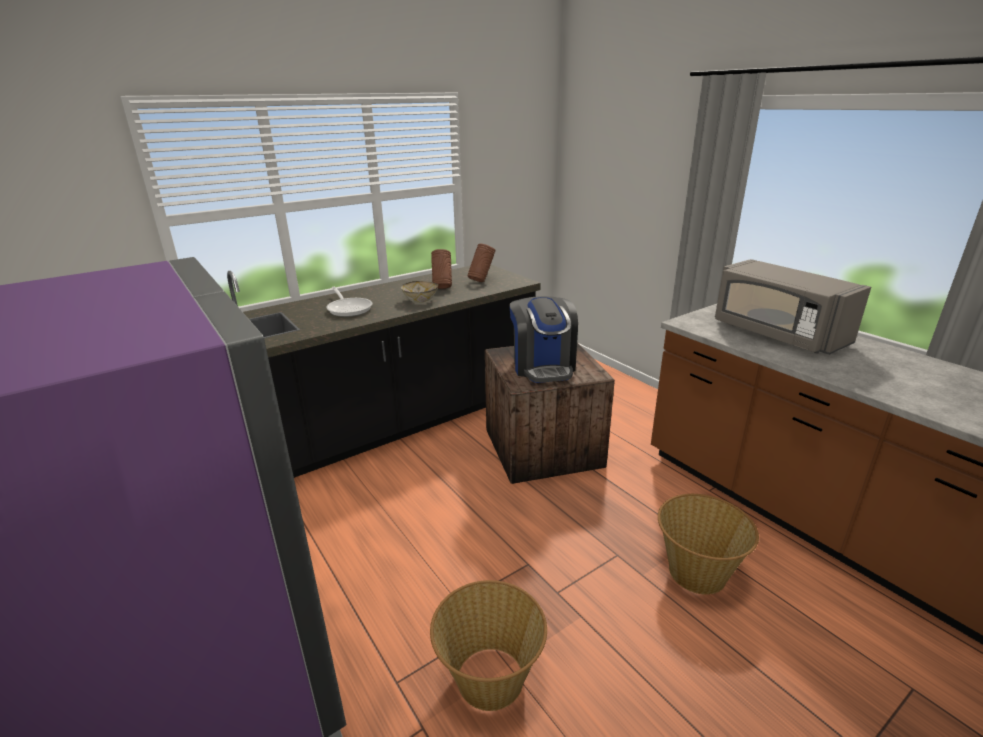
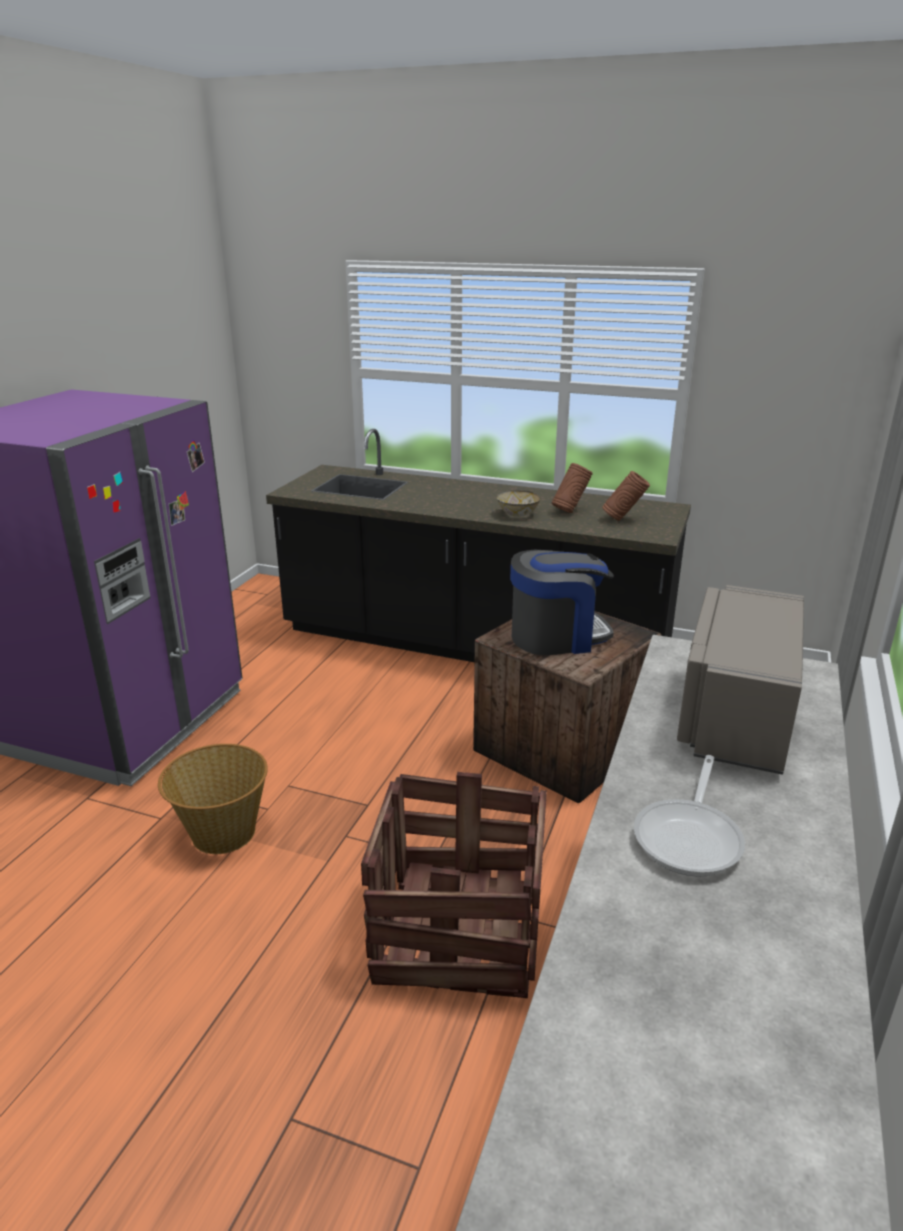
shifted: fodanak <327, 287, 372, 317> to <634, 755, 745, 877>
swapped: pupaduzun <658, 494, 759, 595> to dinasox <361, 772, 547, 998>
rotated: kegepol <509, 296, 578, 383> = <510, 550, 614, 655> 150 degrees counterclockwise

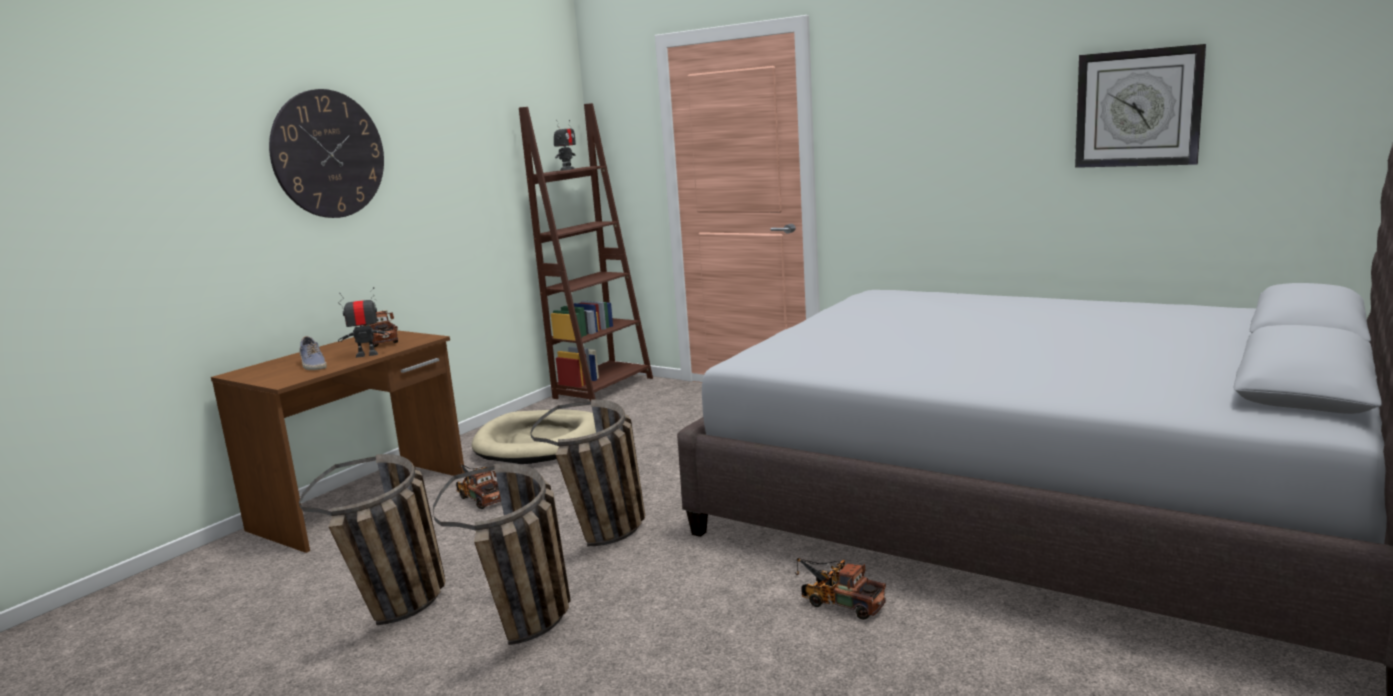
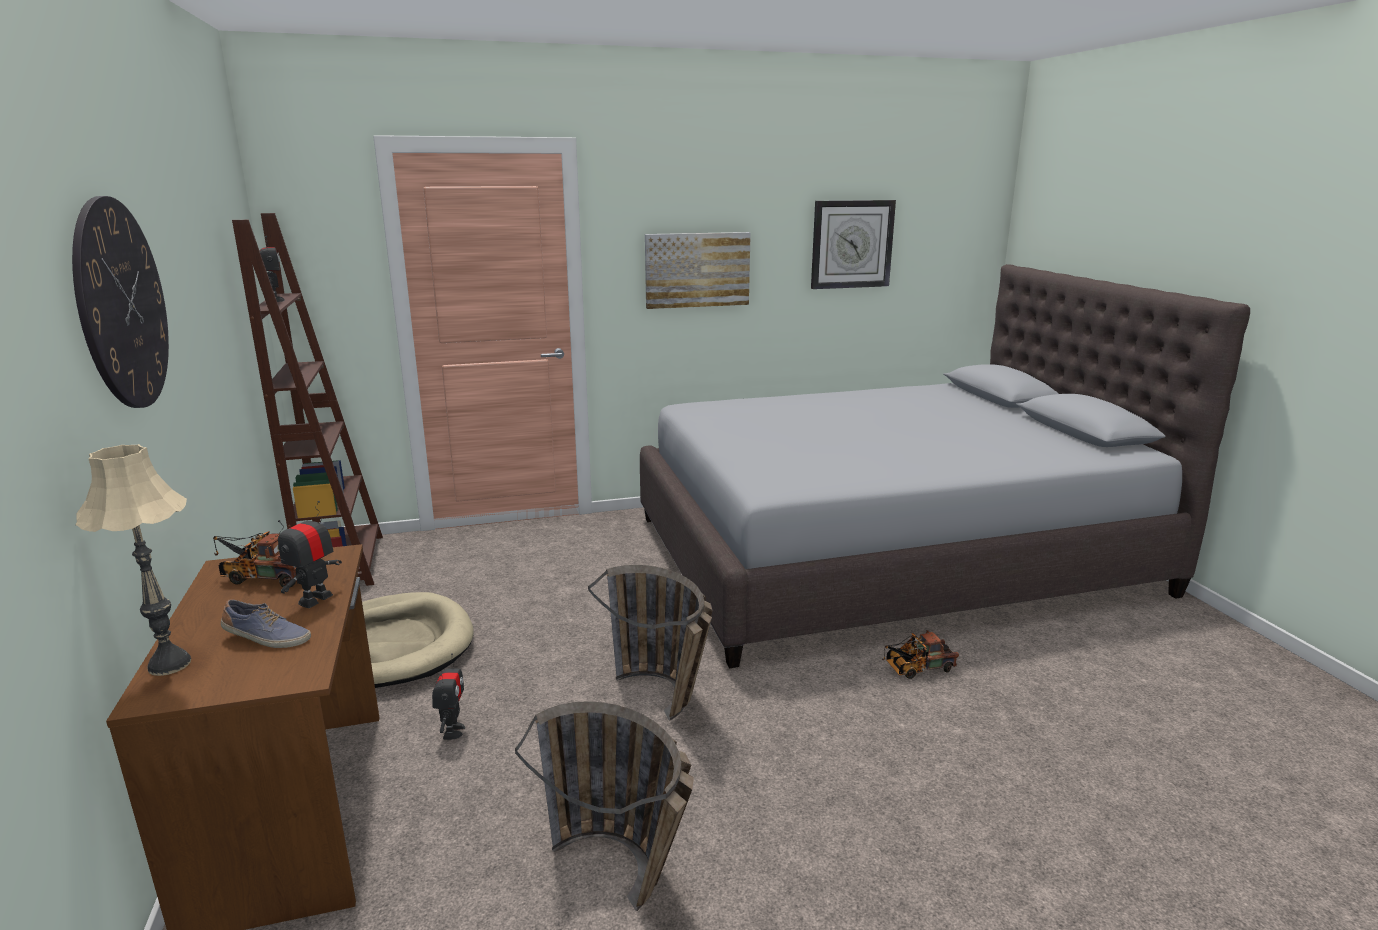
gone: pupaduzun <433, 463, 571, 645>
new: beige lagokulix <75, 444, 191, 676>; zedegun <645, 232, 751, 309>
swapped: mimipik <456, 463, 501, 509> to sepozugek <432, 653, 465, 740>

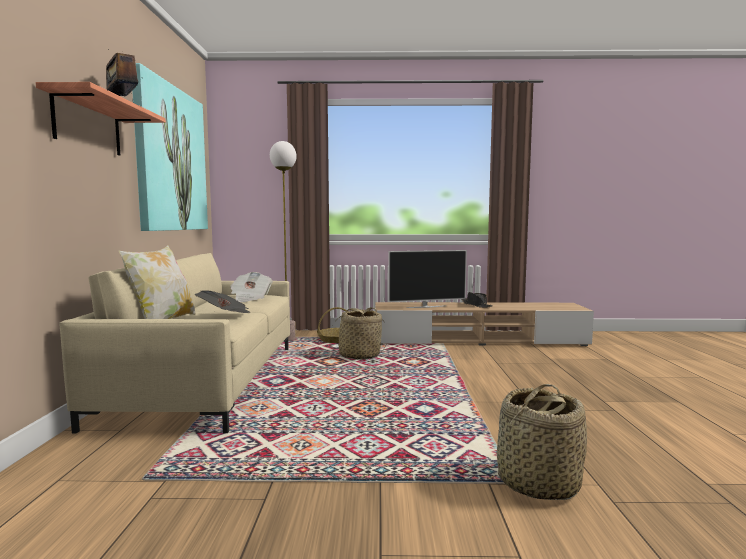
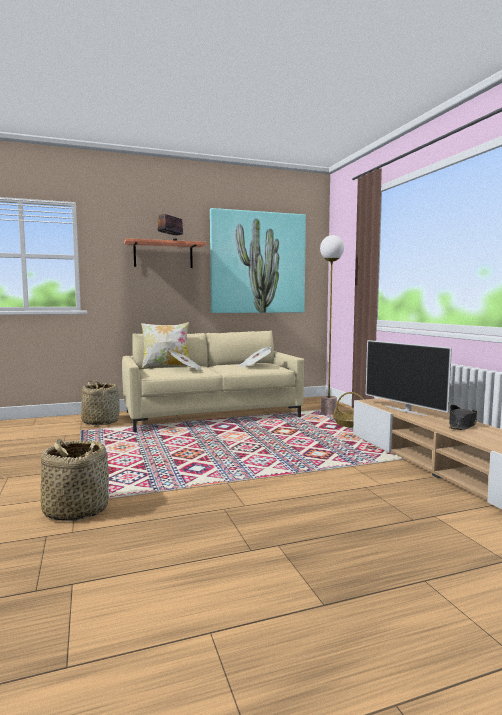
shifted: pupaduzun <329, 307, 385, 360> to <81, 380, 120, 425>

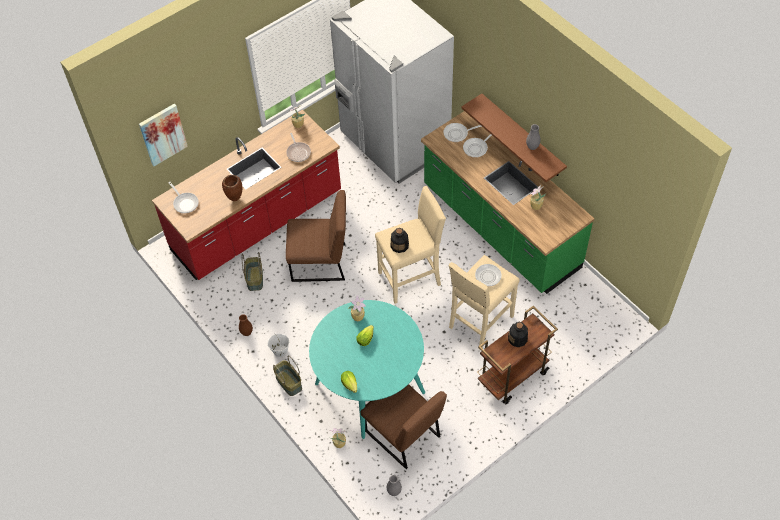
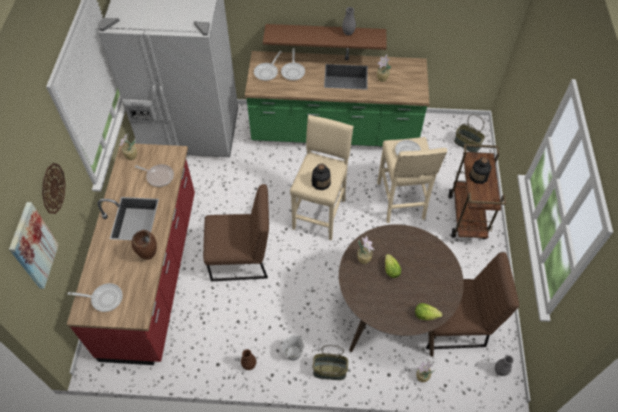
new: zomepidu <42, 163, 66, 214>
shifted: pupaduzun <242, 252, 263, 291> to <454, 114, 485, 152>
repainted: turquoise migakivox <309, 300, 425, 439> to brown migakivox <339, 224, 464, 357>
rotated: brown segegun <286, 190, 346, 282> = <203, 184, 269, 281> 45 degrees clockwise

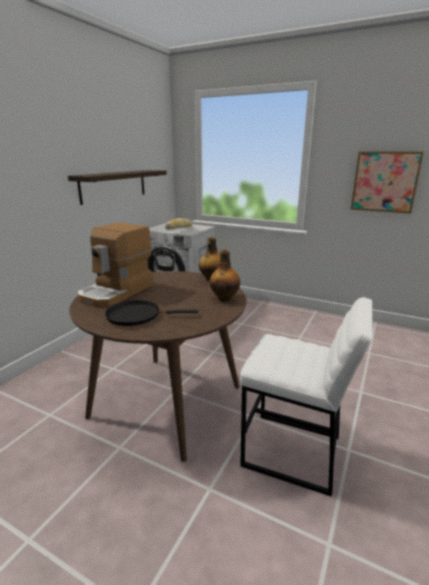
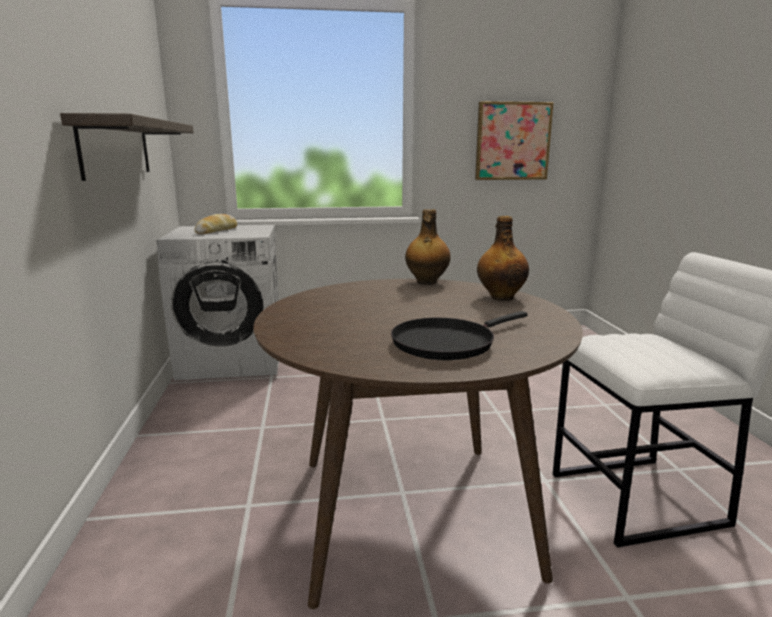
gone: kegepol <77, 223, 153, 308>

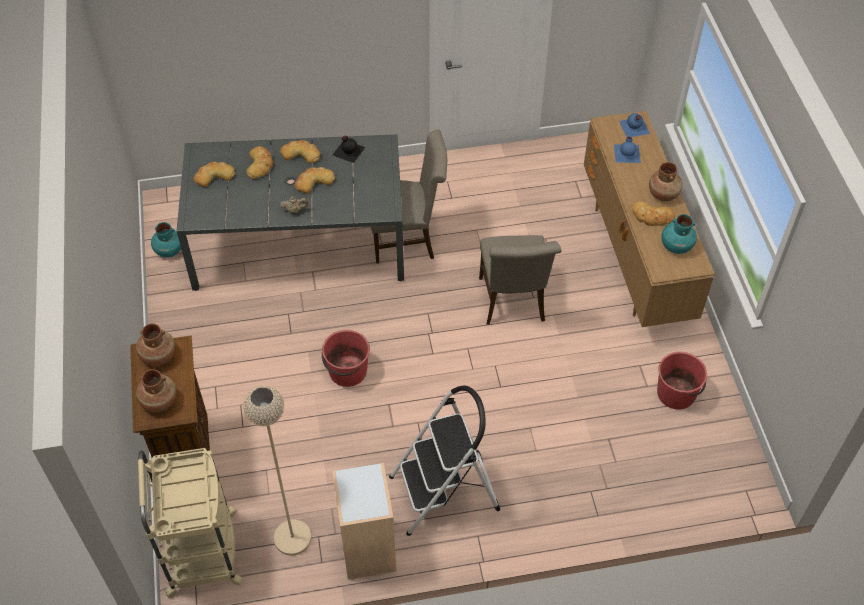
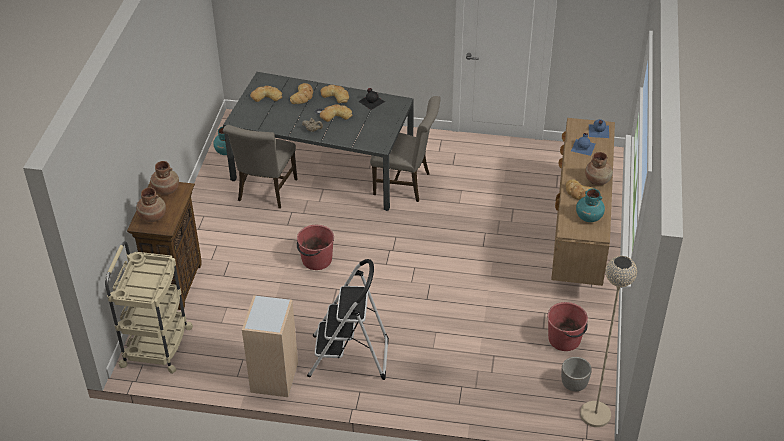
new: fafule <561, 357, 592, 391>
shifted: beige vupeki <243, 386, 311, 556> to <580, 256, 637, 427>; beige segegun <479, 235, 561, 325> to <223, 125, 297, 209>

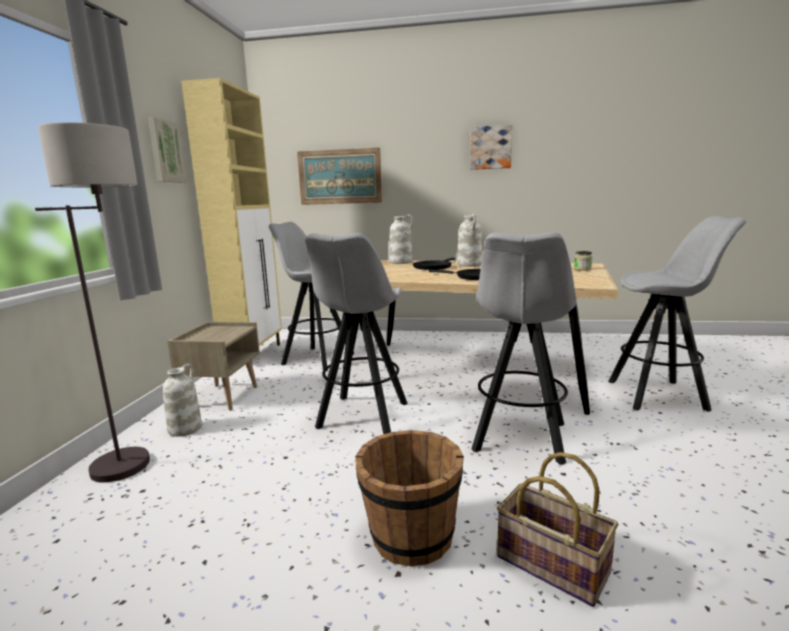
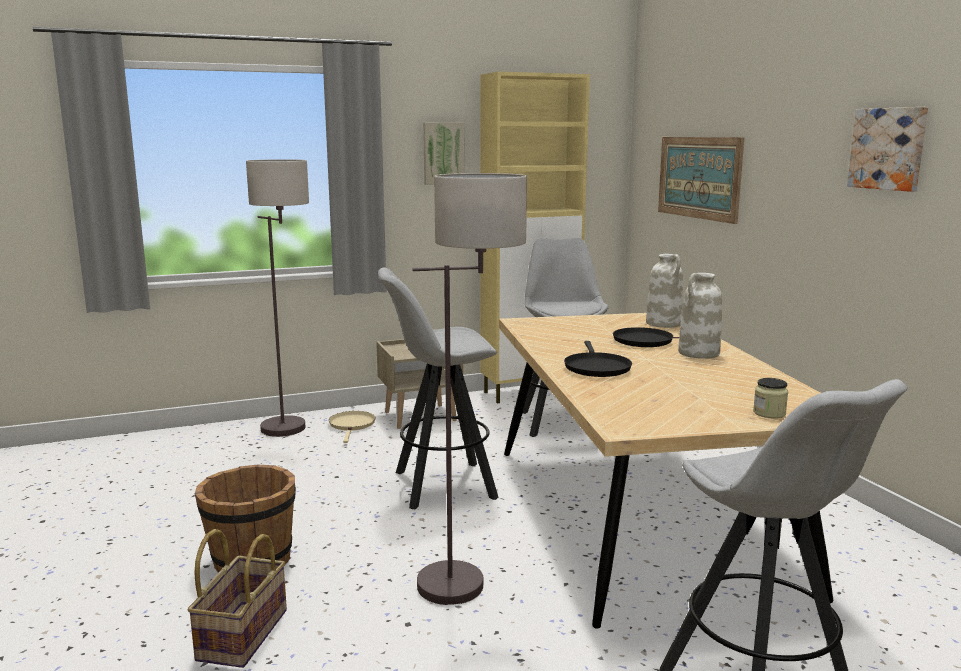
swapped: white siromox <163, 364, 202, 437> to beige fodanak <329, 411, 376, 443>; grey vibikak <472, 232, 577, 465> to grey vupeki <412, 173, 527, 605>

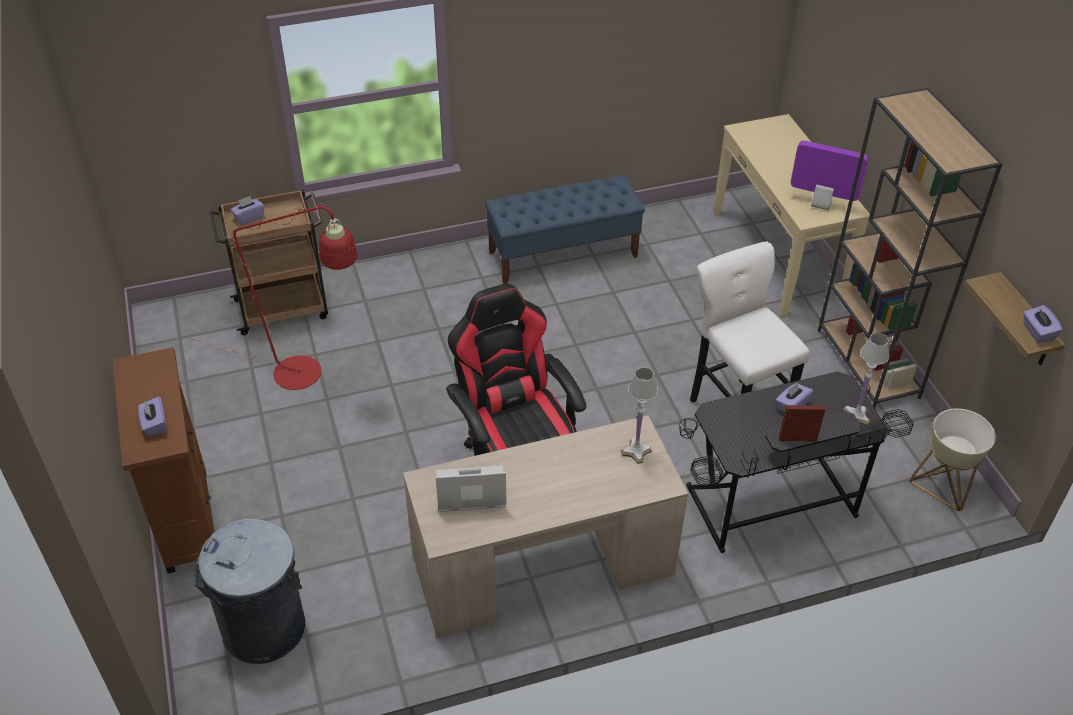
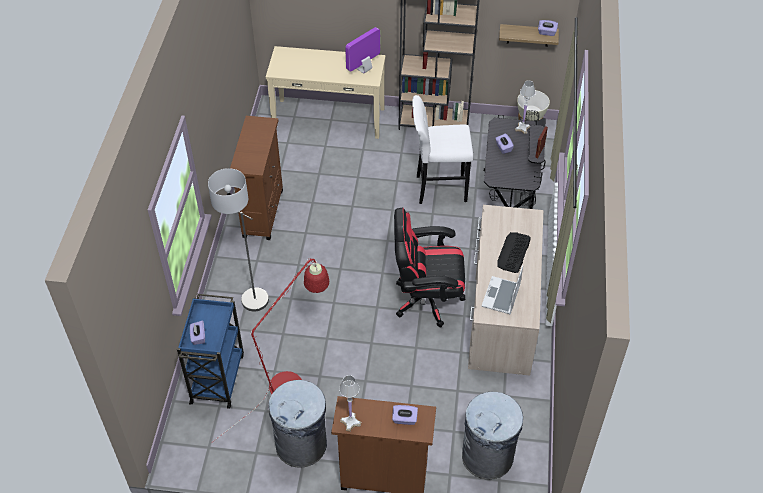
new: grey vupeki <208, 168, 269, 311>; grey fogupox <269, 380, 327, 467>; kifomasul <497, 232, 531, 273>
shifted: white lagokulix <621, 367, 658, 464> to <339, 375, 361, 432>
swapped: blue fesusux <485, 175, 645, 284> to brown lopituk <230, 116, 283, 240>
repainted: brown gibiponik <210, 189, 328, 335> to blue gibiponik <177, 294, 244, 409>

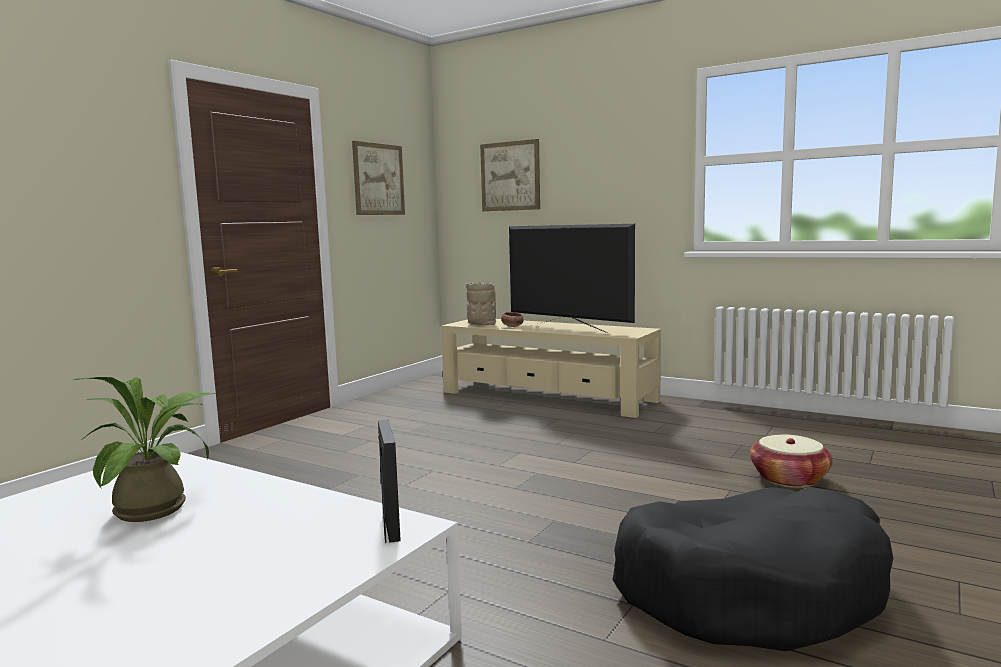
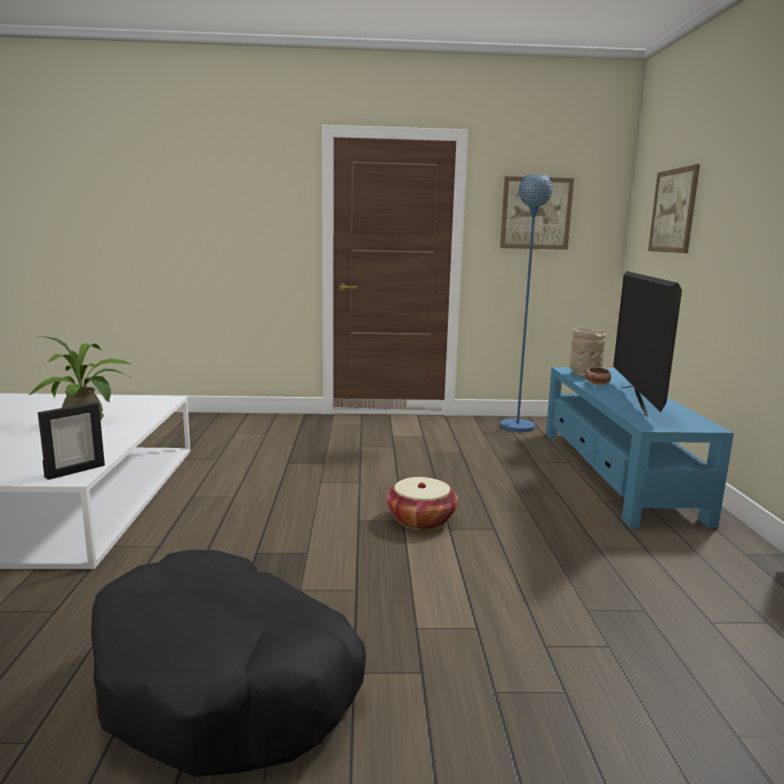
new: blue vupeki <501, 174, 553, 432>
shifted: pupaduzun <750, 435, 833, 488> to <386, 477, 458, 530>
repainted: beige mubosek <441, 319, 661, 418> to blue mubosek <546, 367, 734, 528>

